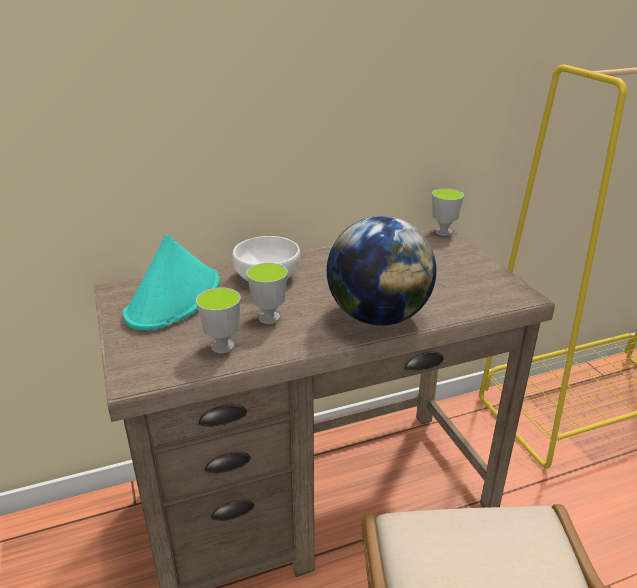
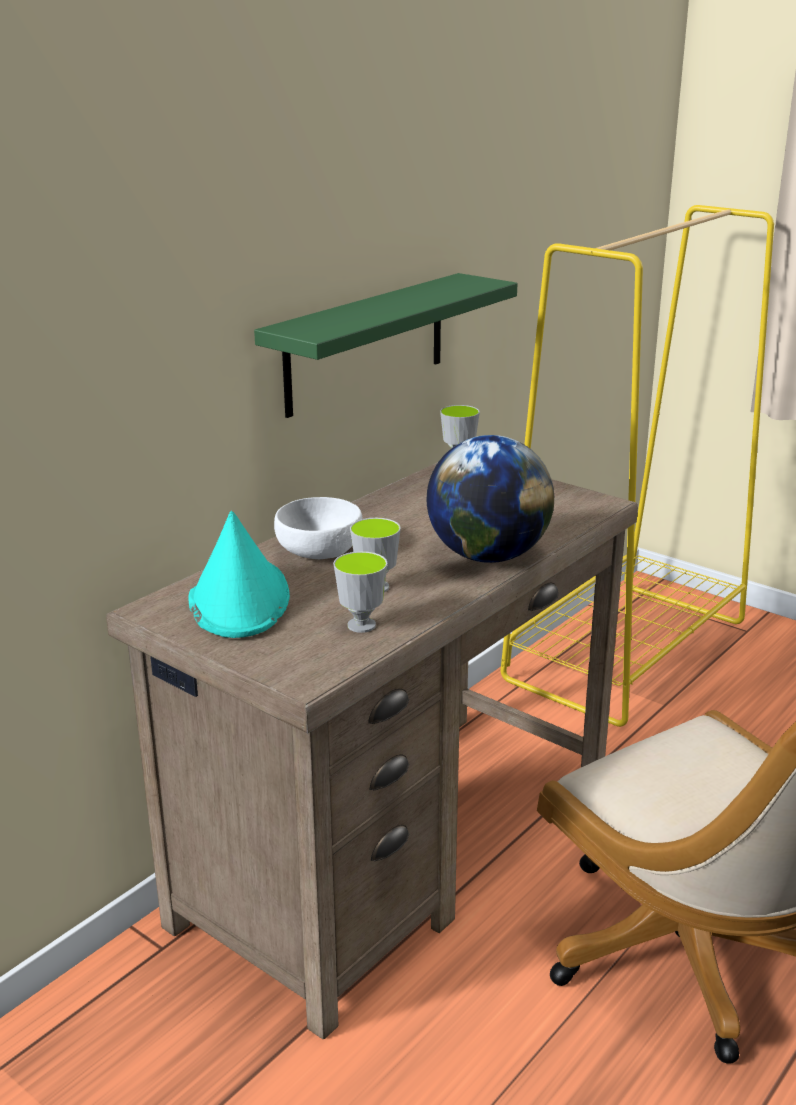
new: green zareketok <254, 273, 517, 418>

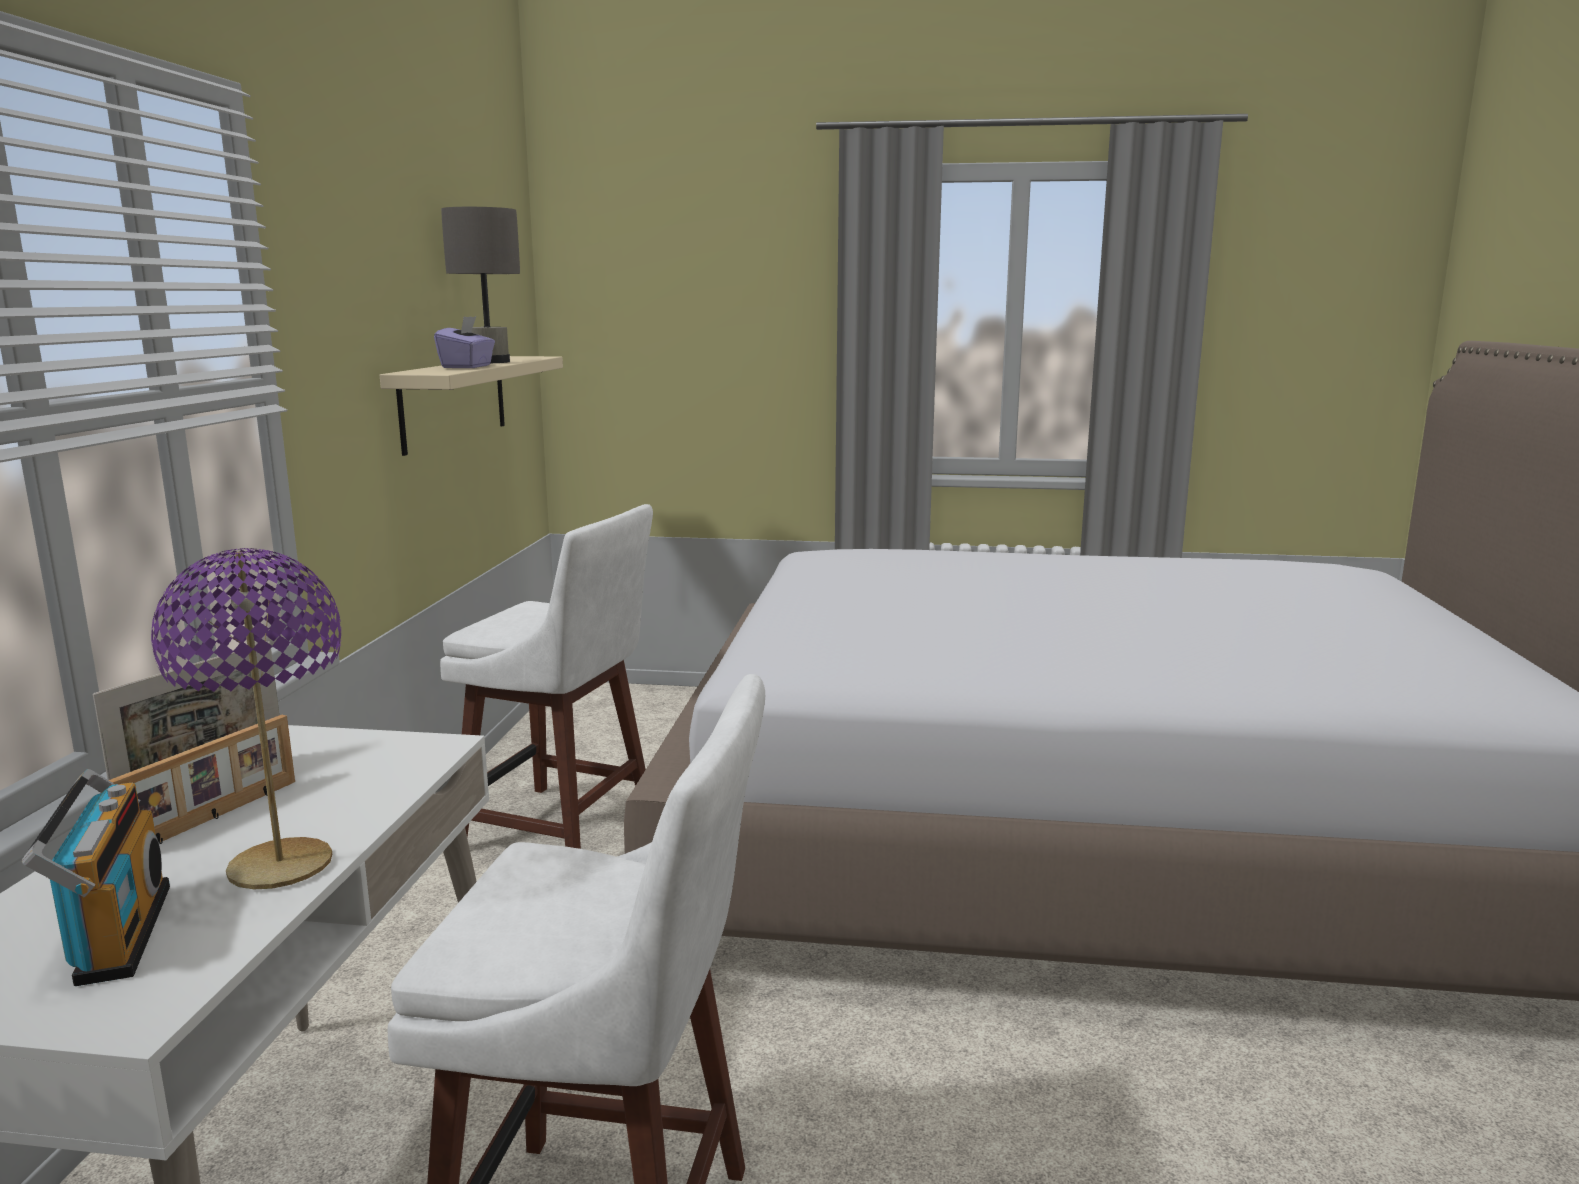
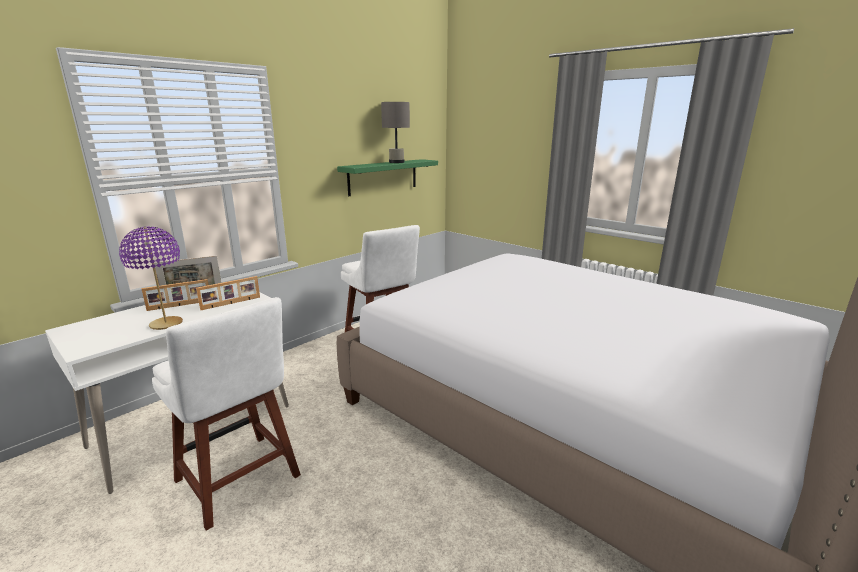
gone: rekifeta <22, 769, 170, 986>; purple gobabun <434, 316, 495, 368>
new: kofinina <196, 276, 260, 310>
repainted: beige zareketok <380, 356, 563, 456> to green zareketok <337, 159, 438, 196>

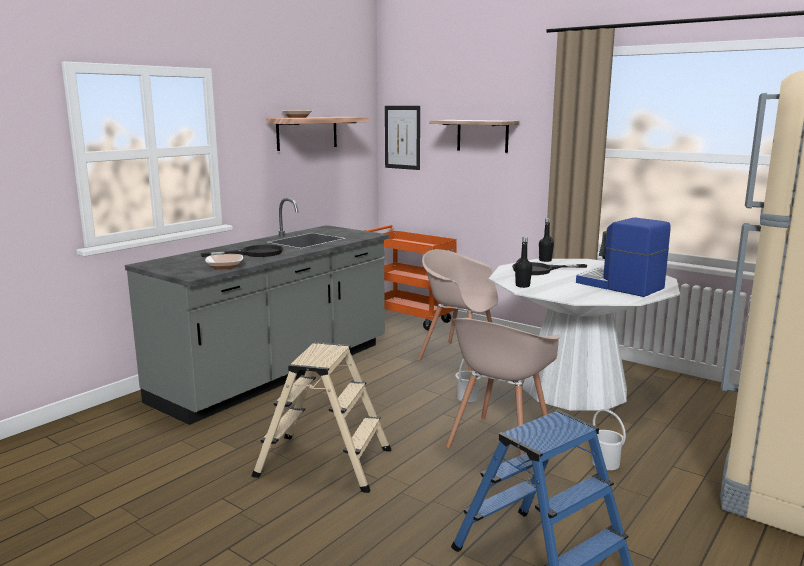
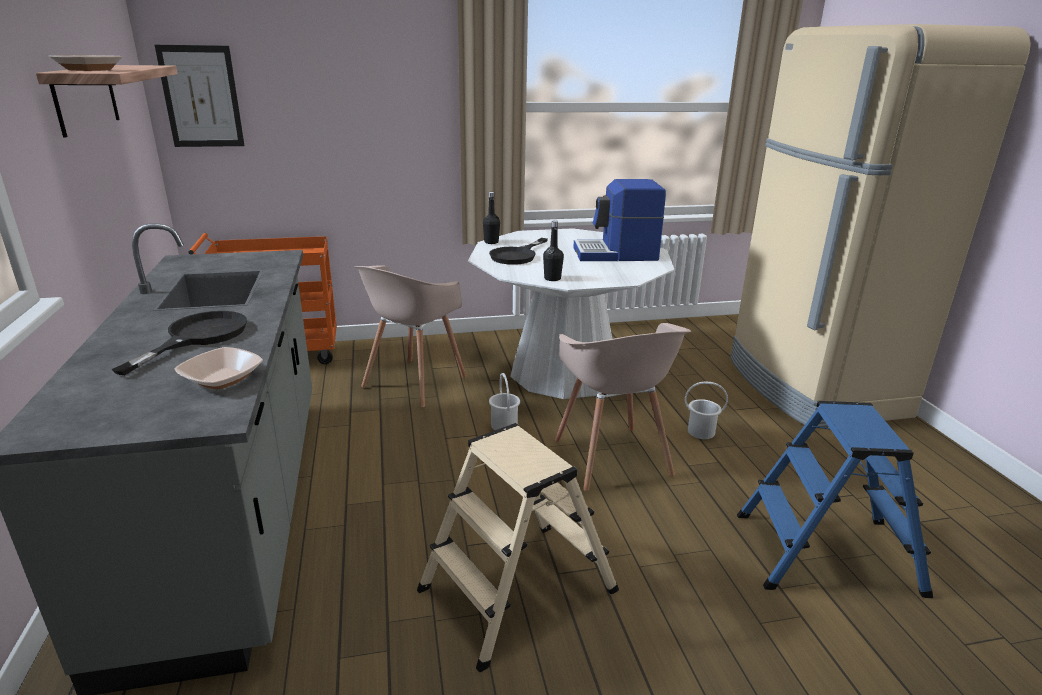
gone: zareketok <429, 120, 520, 153>
rotated: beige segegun <418, 249, 498, 371> = <355, 265, 466, 407> 45 degrees counterclockwise

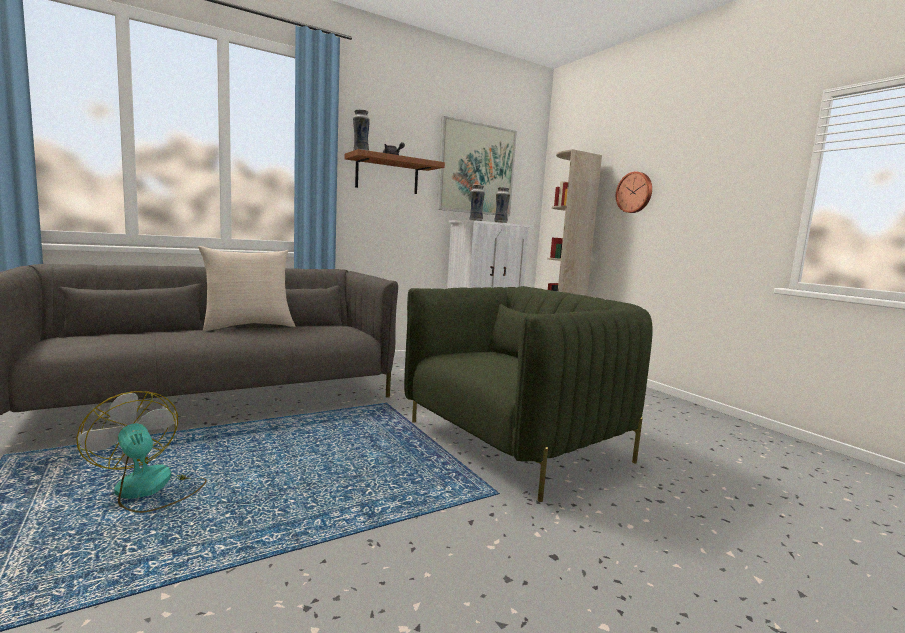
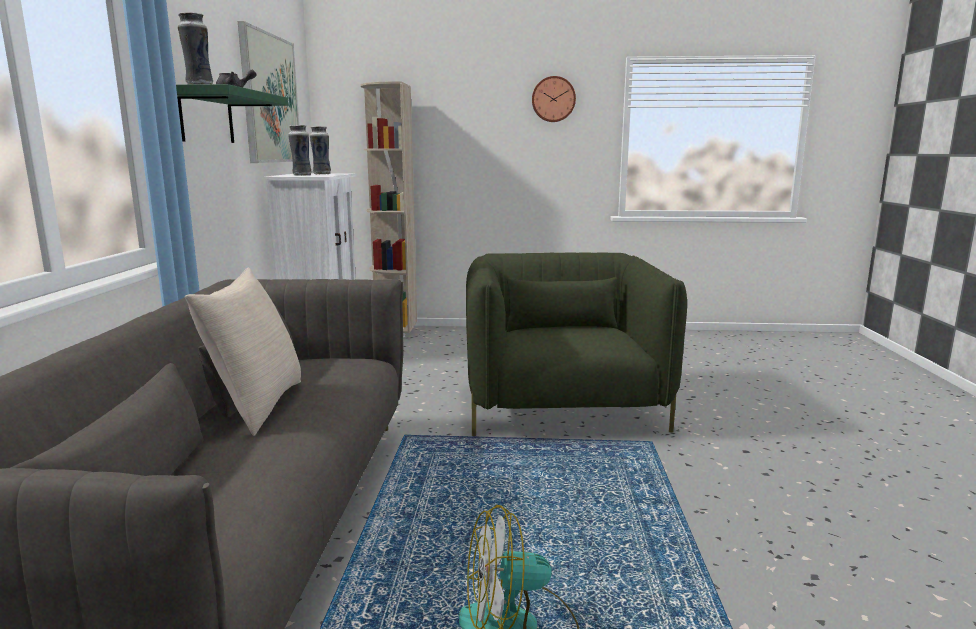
shifted: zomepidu <616, 172, 652, 213> to <532, 76, 576, 122>
repainted: brown zareketok <345, 149, 445, 194> to green zareketok <176, 84, 288, 143>

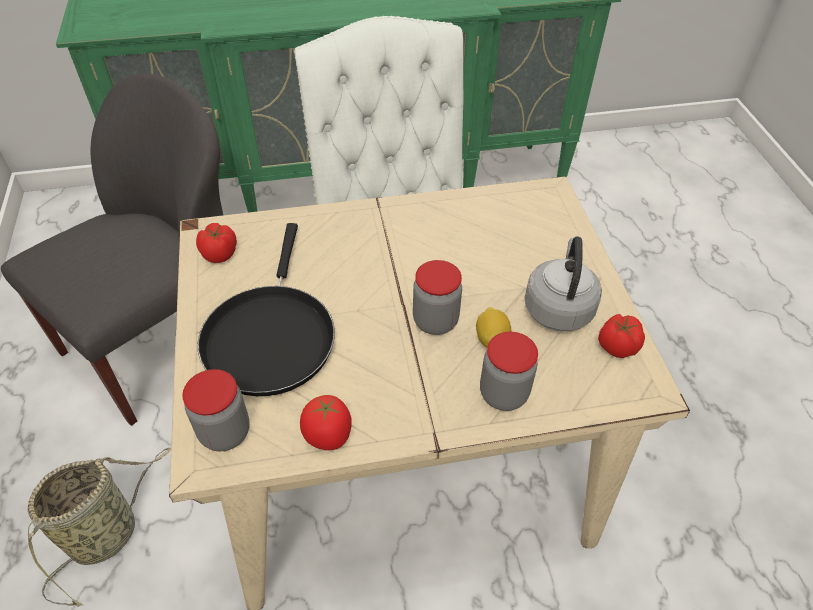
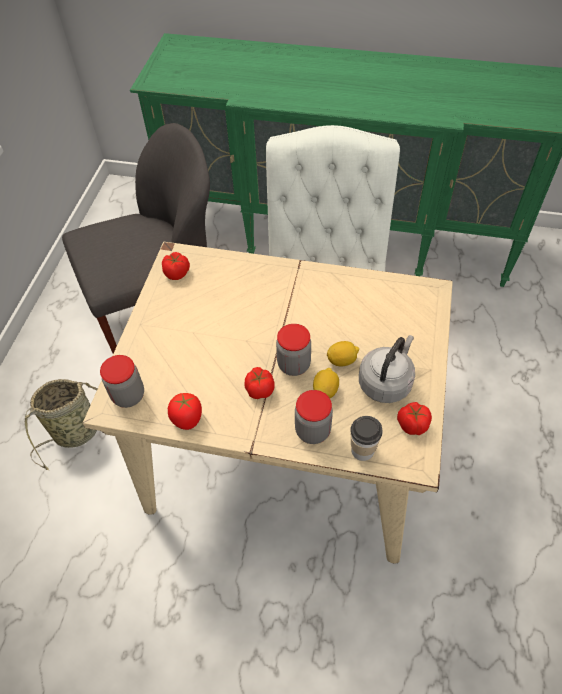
gone: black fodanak <198, 223, 335, 396>
new: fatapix <245, 367, 275, 399>; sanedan <327, 341, 359, 366>; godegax <350, 416, 383, 461>

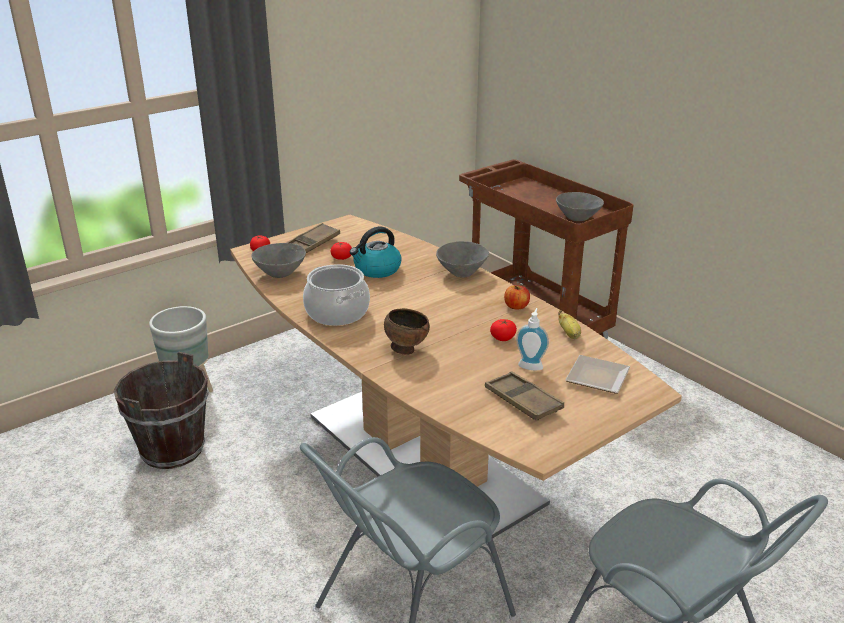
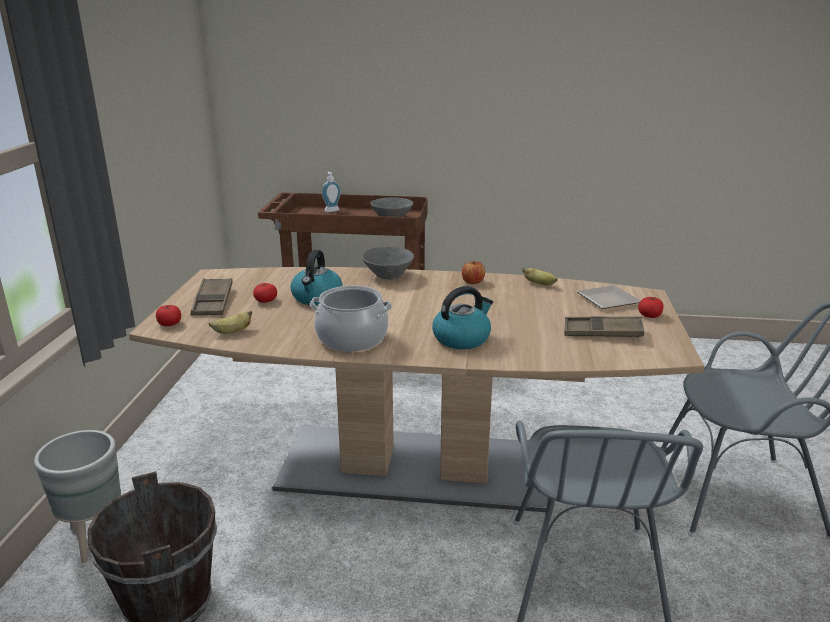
shifted: fatapix <490, 319, 517, 341> to <638, 297, 664, 318>; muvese <516, 308, 549, 370> to <321, 172, 341, 212>
swapped: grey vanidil <251, 243, 306, 278> to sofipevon <209, 311, 252, 334>; brown vanidil <384, 308, 430, 354> to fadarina <432, 286, 493, 349>

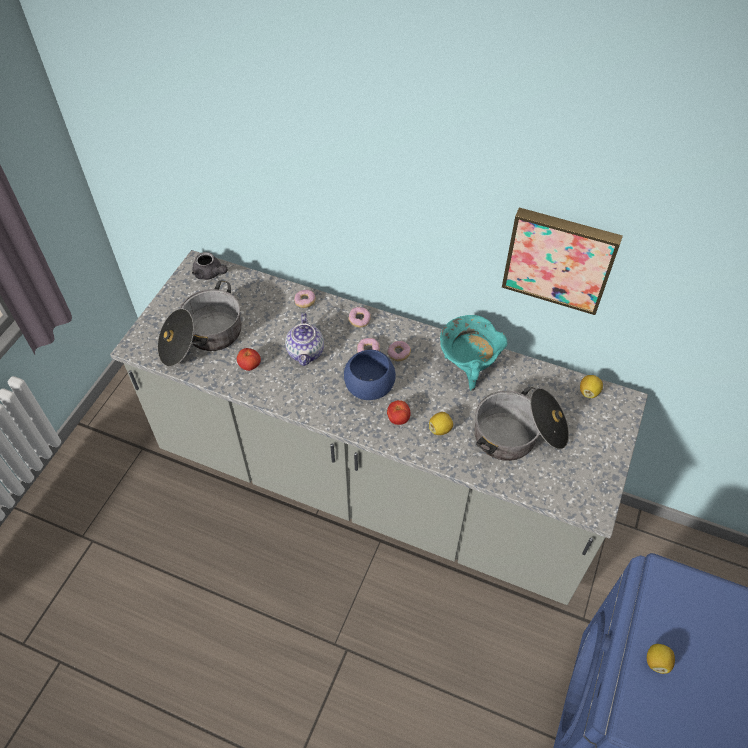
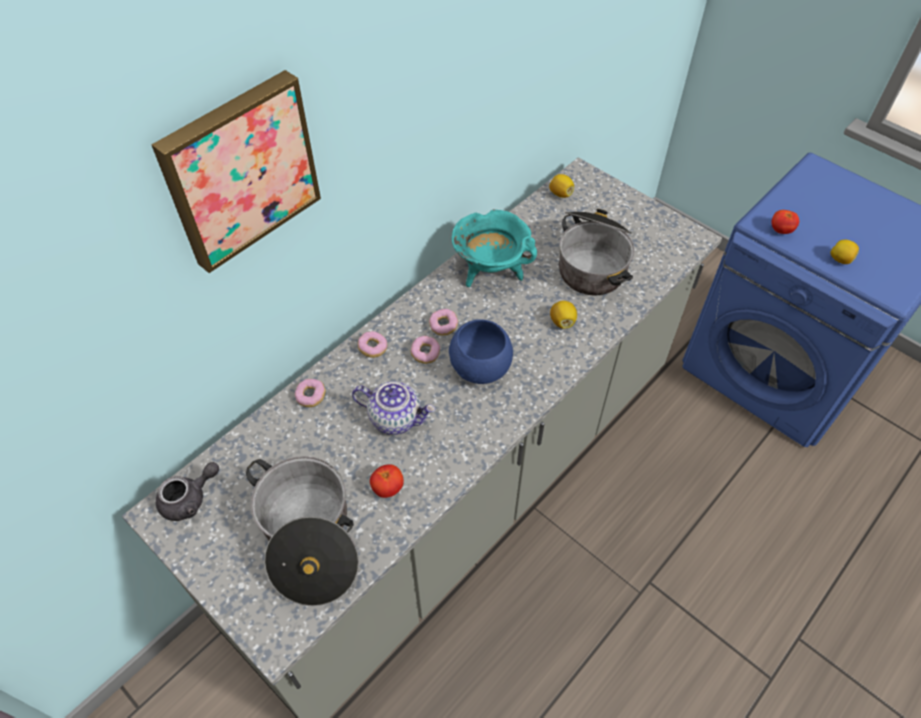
shifted: fatapix <387, 400, 411, 425> to <771, 210, 799, 234>; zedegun <502, 207, 623, 315> to <151, 70, 321, 273>

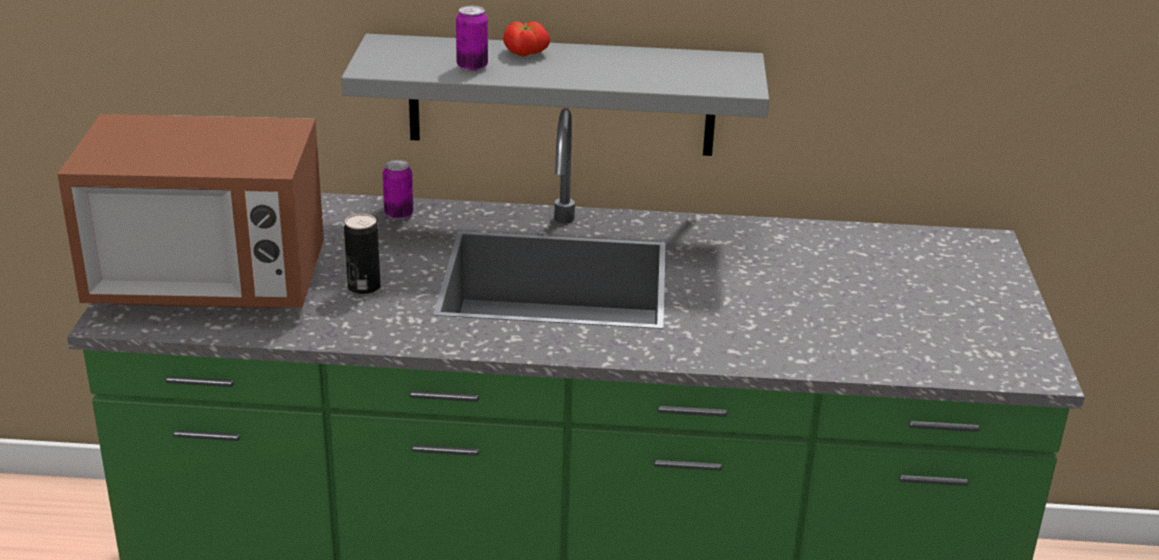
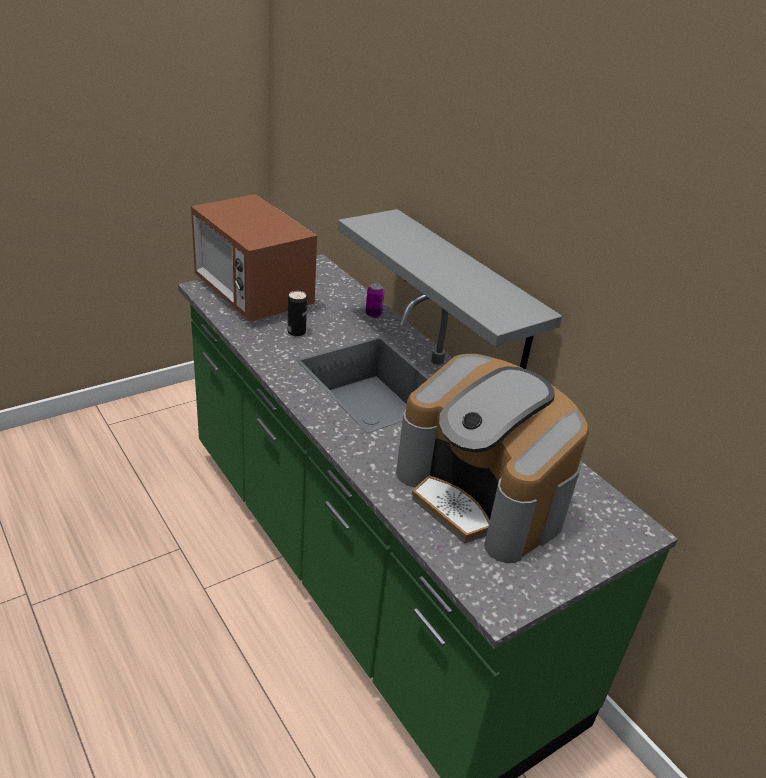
gone: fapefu <456, 6, 488, 71>; fatapix <503, 22, 550, 57>
new: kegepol <396, 354, 589, 563>

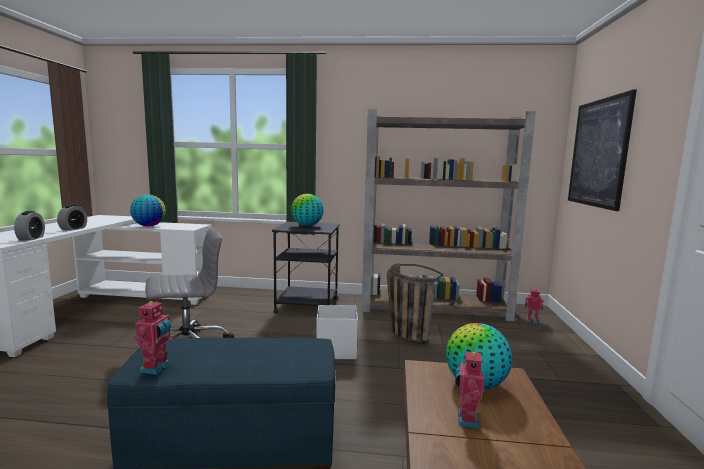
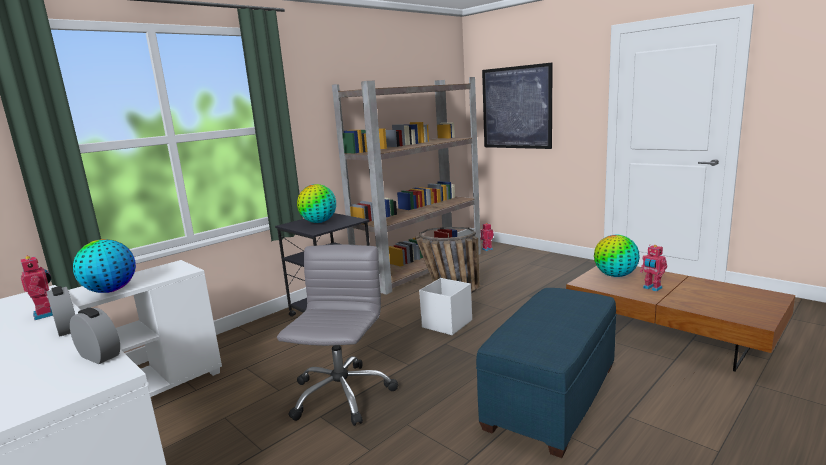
shifted: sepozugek <135, 299, 173, 375> to <21, 255, 53, 320>

